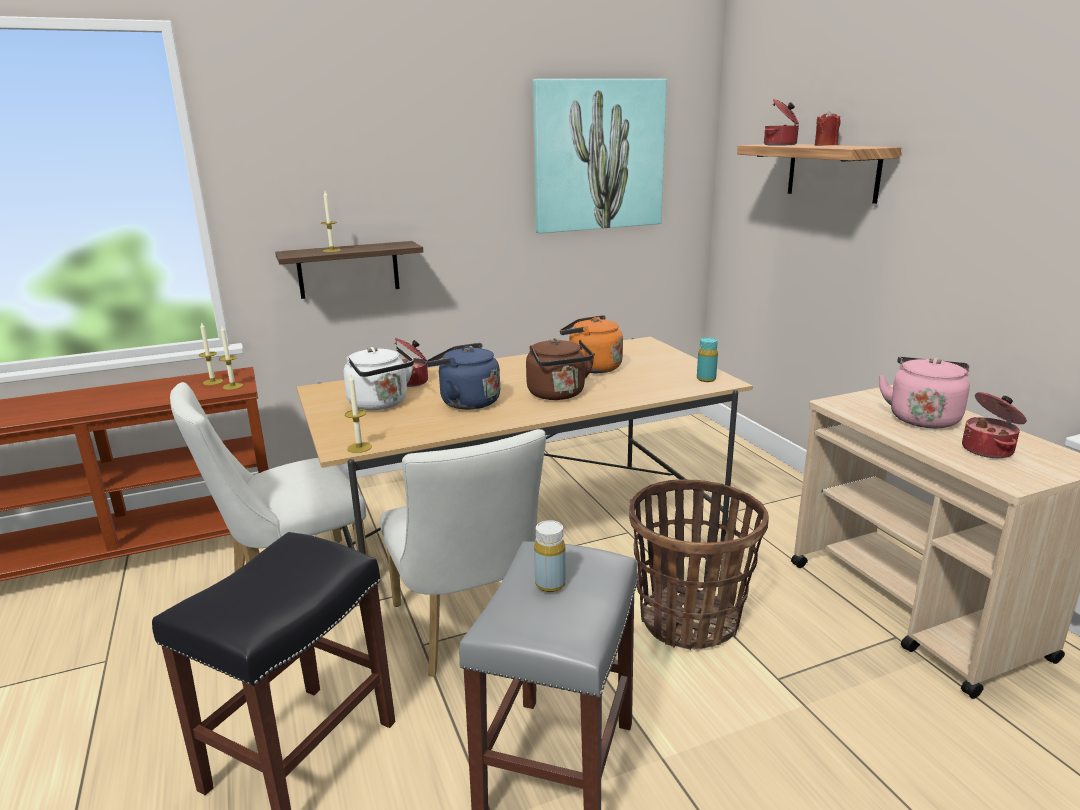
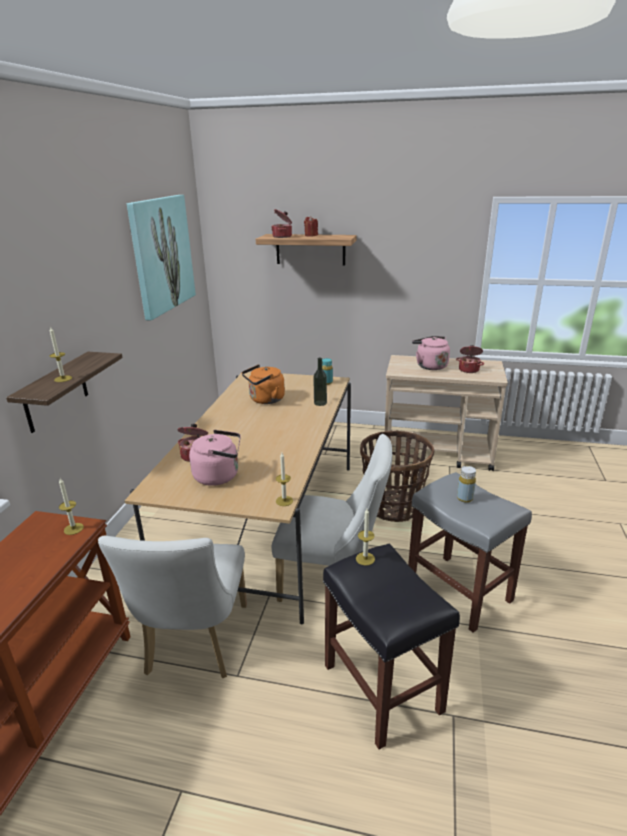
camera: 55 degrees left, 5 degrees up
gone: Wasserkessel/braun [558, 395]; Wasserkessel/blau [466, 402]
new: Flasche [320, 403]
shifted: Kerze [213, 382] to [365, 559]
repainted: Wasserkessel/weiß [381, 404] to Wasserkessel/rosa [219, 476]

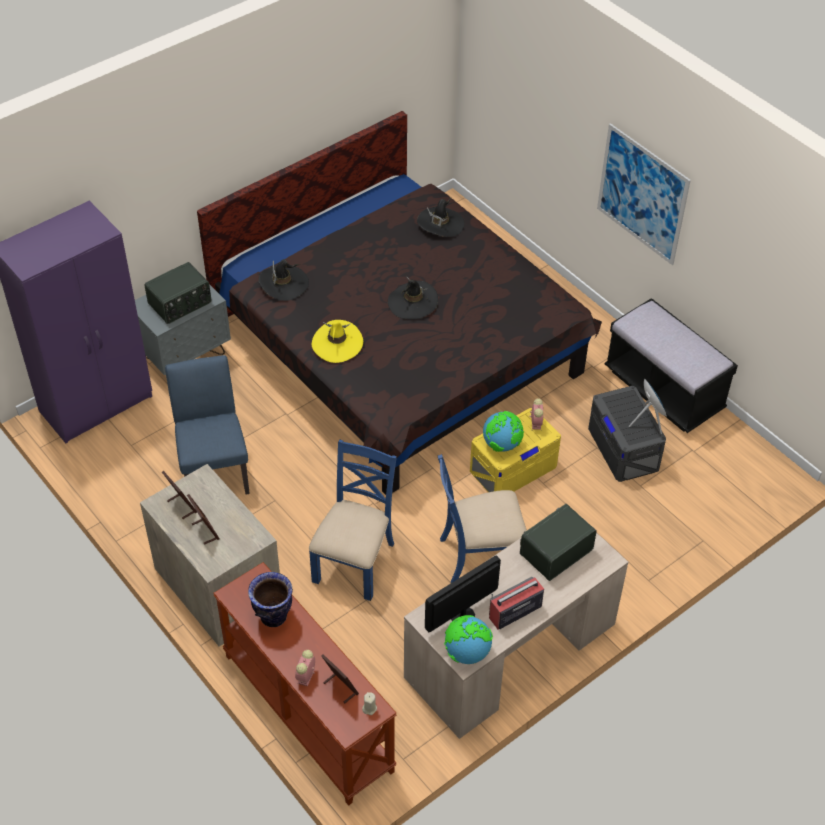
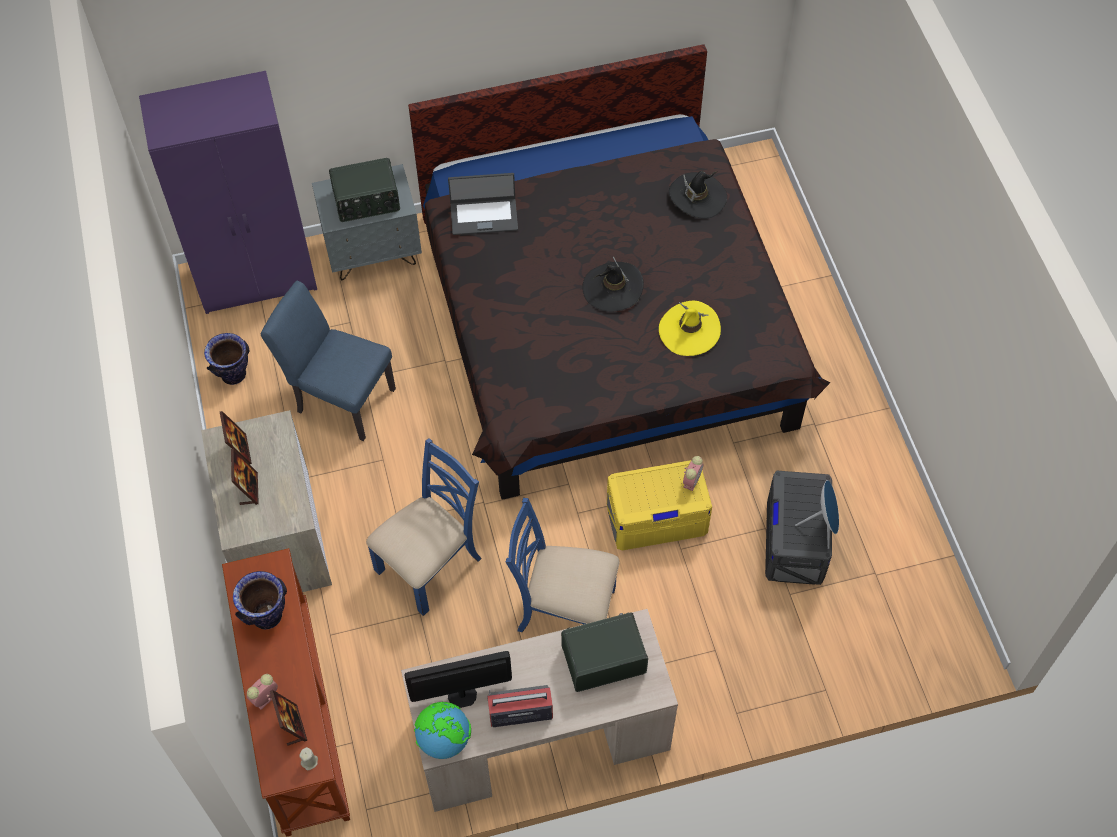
camera: 25 degrees right, 10 degrees up
gone: Bild [642, 194]; Bank/schwarz [663, 390]; Globus [502, 445]
new: Vase [233, 374]
shifted: Hut/gelb [337, 344] to [689, 330]
swapped: Hut/schwarz [284, 283] to Laptop [484, 216]
rotated: Stuhl/blau [214, 468] = [339, 398] 75 degrees counterclockwise

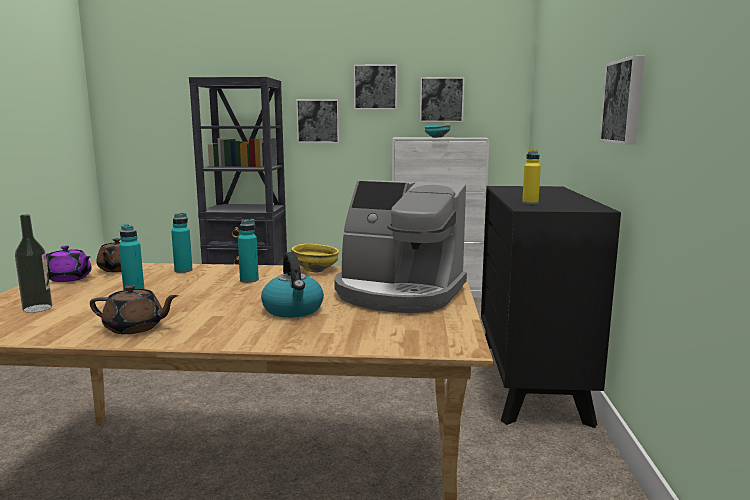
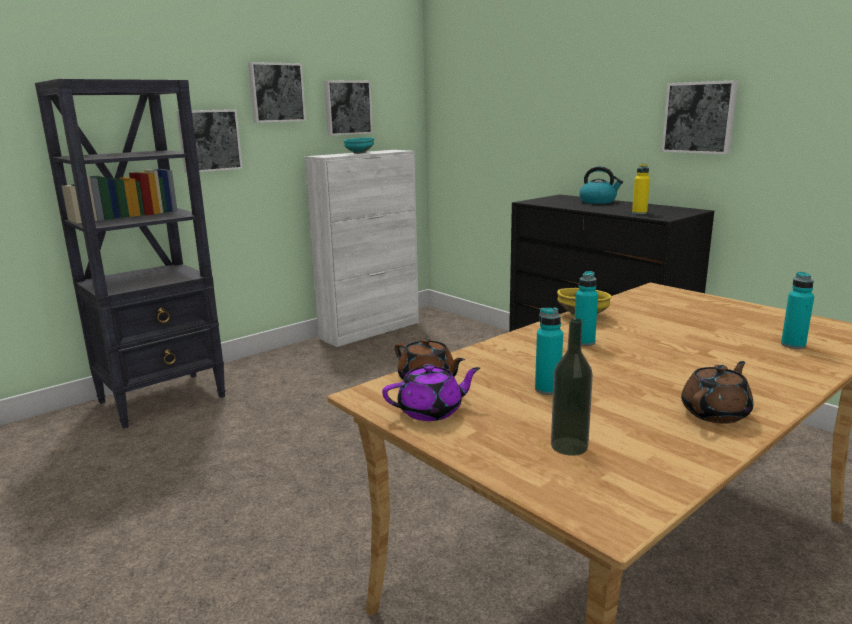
camera: 45 degrees left, 5 degrees up
gone: Kaffeemaschine [398, 293]
shifted: Flasche/türkis [183, 270] to [793, 345]; Wasserkessel [293, 310] to [598, 201]

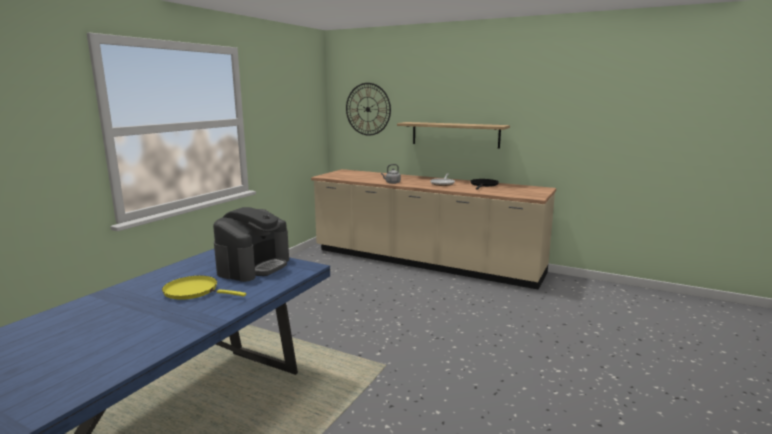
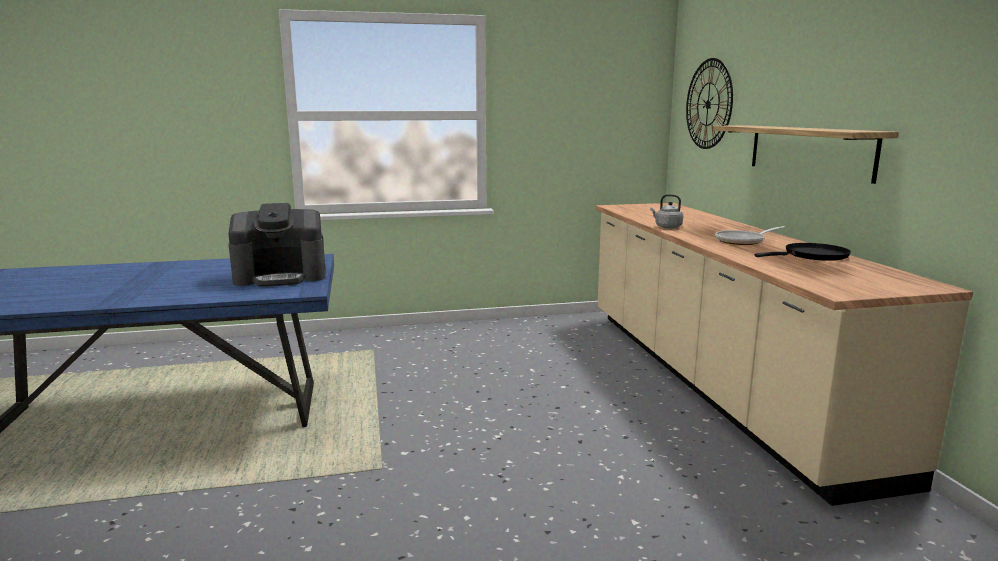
camera: 50 degrees right, 0 degrees up
gone: Pfanne/gelb [194, 291]

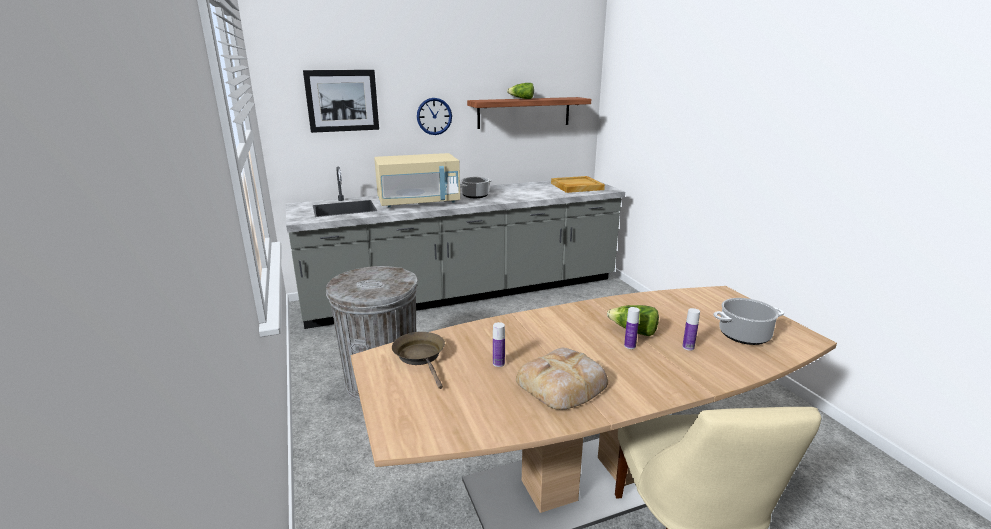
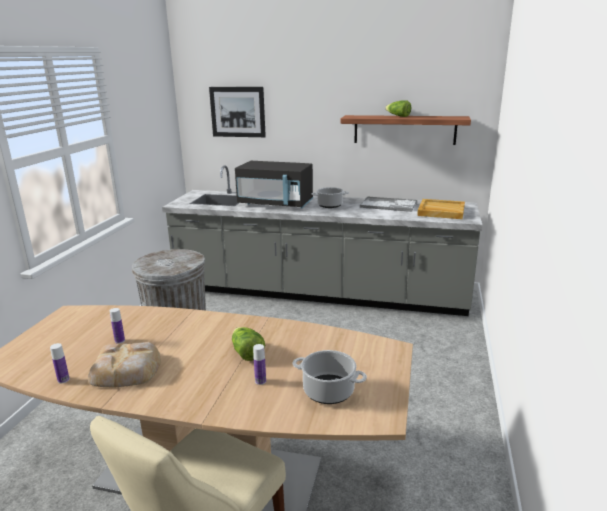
camera: 35 degrees right, 0 degrees up
gone: Wanduhr [434, 116]; Pfanne/braun [421, 357]
new: Tablett [389, 205]
shifted: Flasche [629, 346] to [63, 380]
repainted: Mikrowelle/beige [418, 202] to Mikrowelle/schwarz [276, 204]

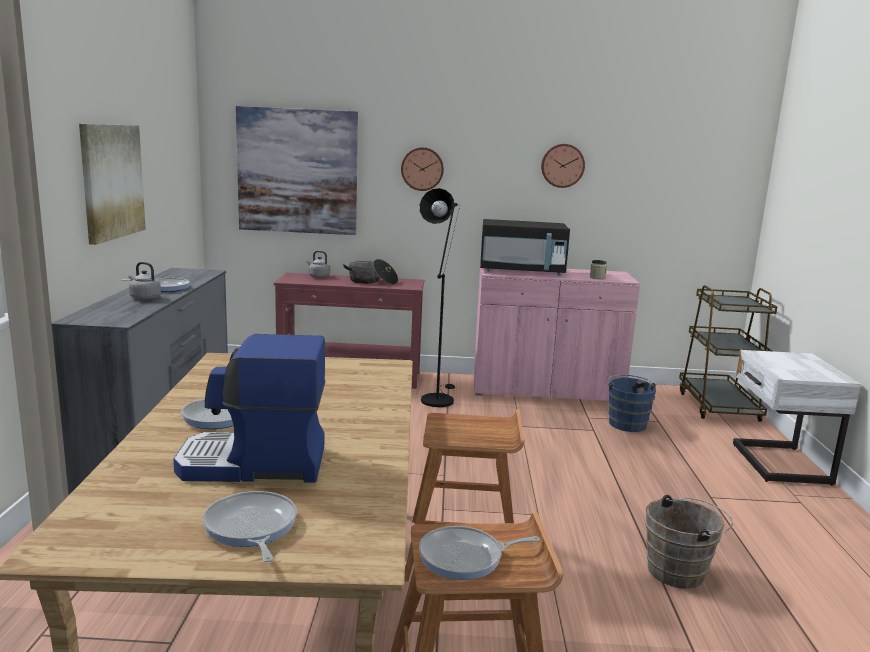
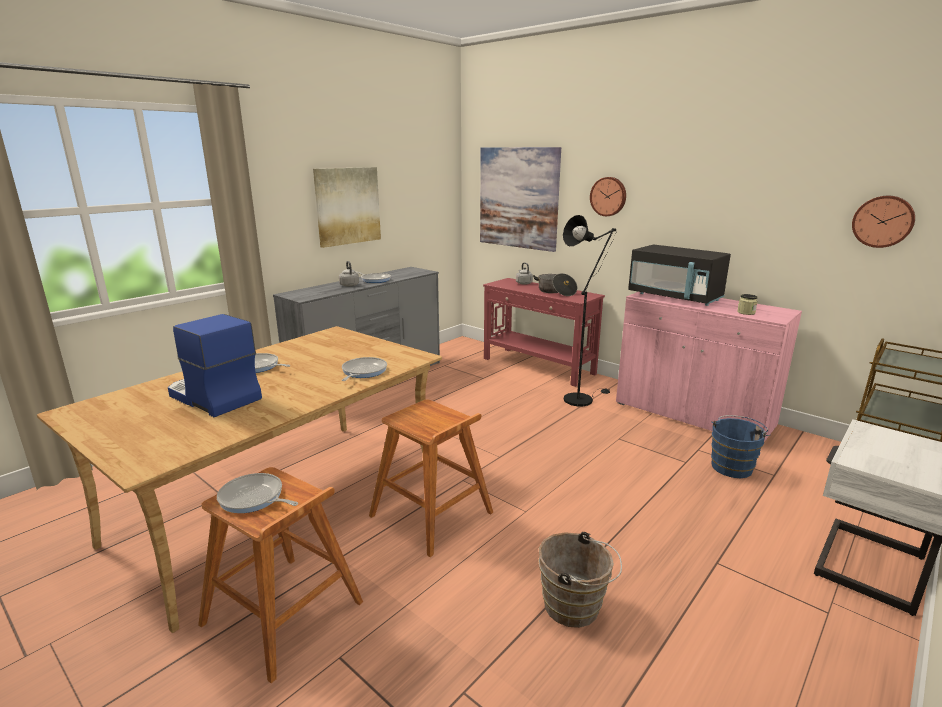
camera: 40 degrees right, 5 degrees up
shifted: Wanduhr [562, 165] to [883, 221]; Pfanne [251, 528] to [363, 372]

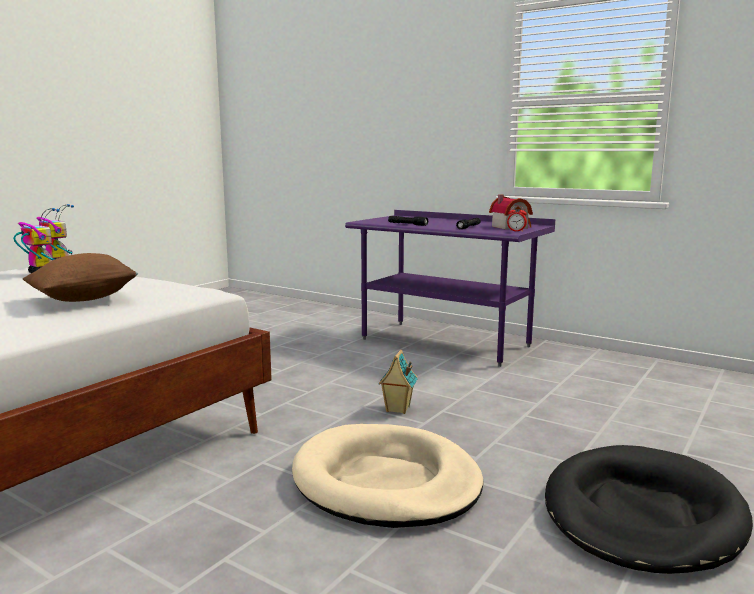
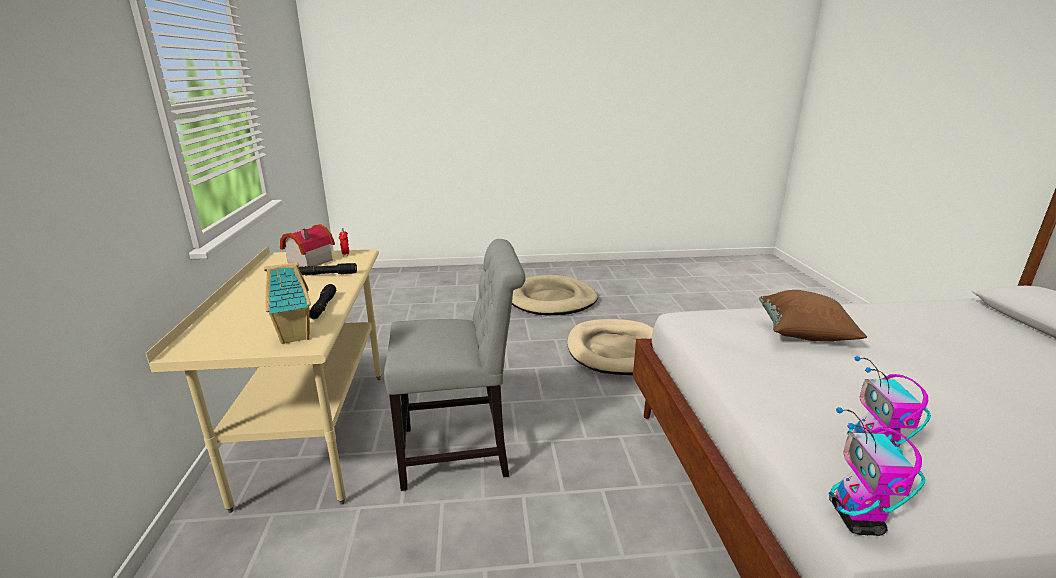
camera: 130 degrees left, 10 degrees up
new: Stuhl/grau [461, 452]
shifted: Spielzeughaus [397, 409] to [296, 336]
repainted: Schreibtisch/lila [445, 342] to Schreibtisch/beige [316, 433]; Hundebett/schwarz [642, 514] to Hundebett/beige [551, 300]

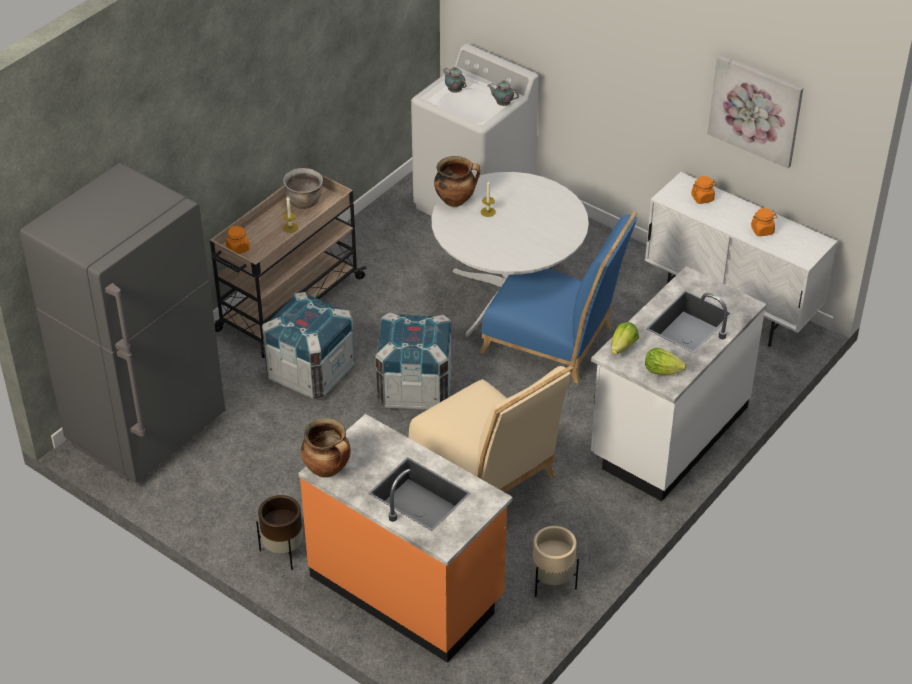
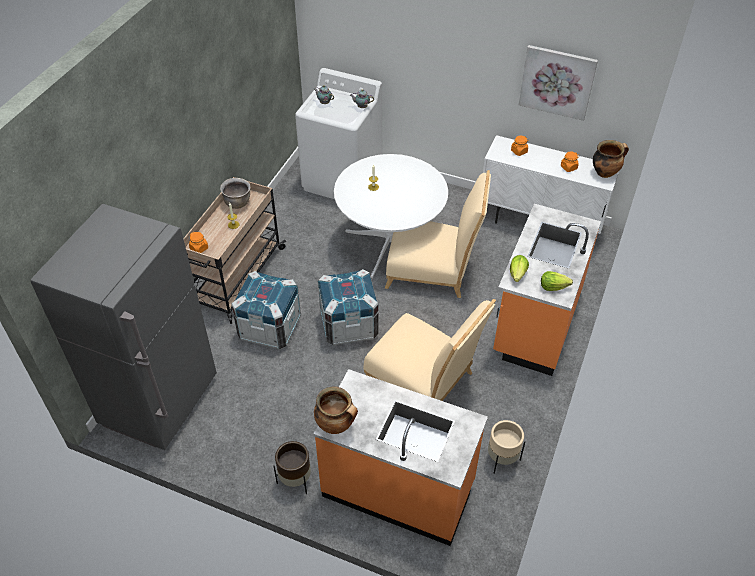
camera: 15 degrees left, 5 degrees up
shifted: Kochtopf [456, 200] to [605, 172]
repainted: Stuhl/blau [554, 342] to Stuhl/beige [433, 270]; Küchenzeile/weiß [668, 433] to Küchenzeile/orange [535, 322]

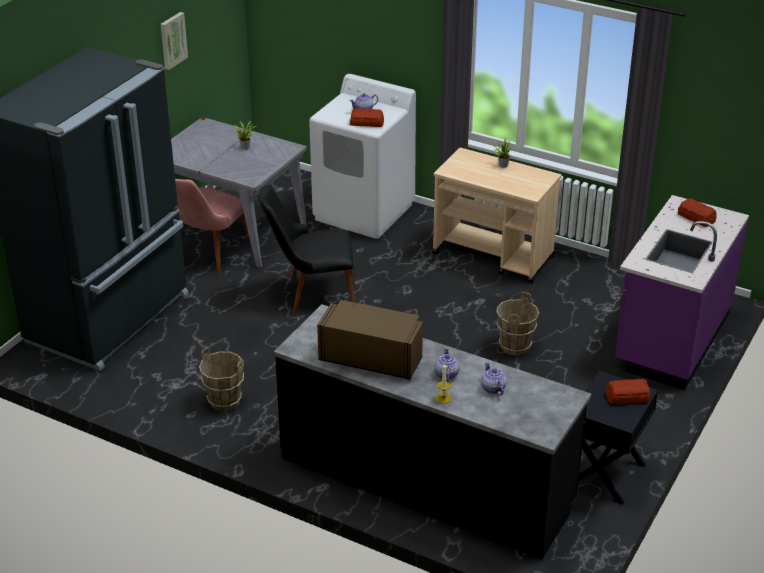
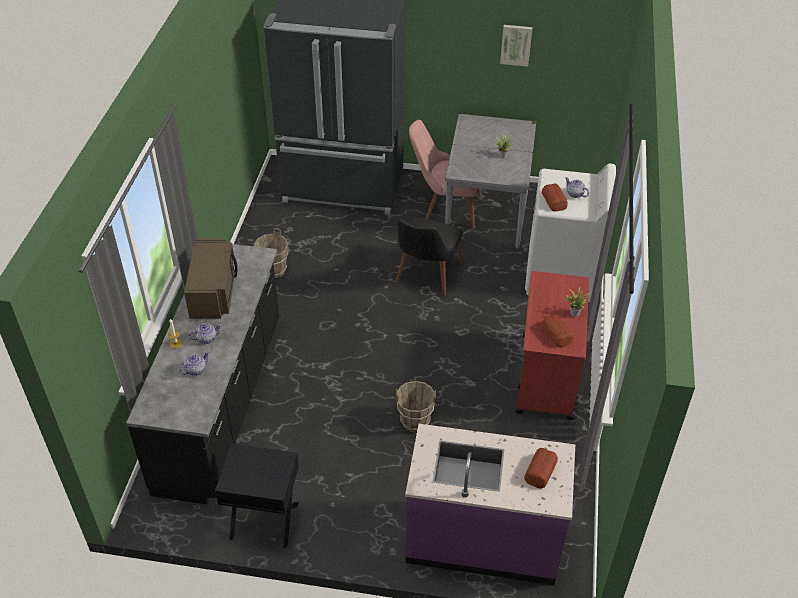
camera: 70 degrees right, 10 degrees up
shifted: Brot [627, 396] to [556, 334]
repainted: Rollwagen/beige [494, 255] to Rollwagen/rot [546, 377]
rotated: Stuhl/schwarz [311, 294] = [425, 278] 135 degrees counterclockwise

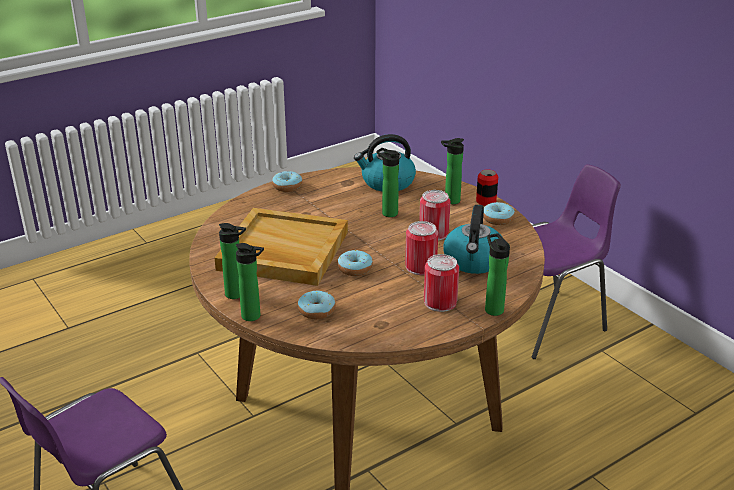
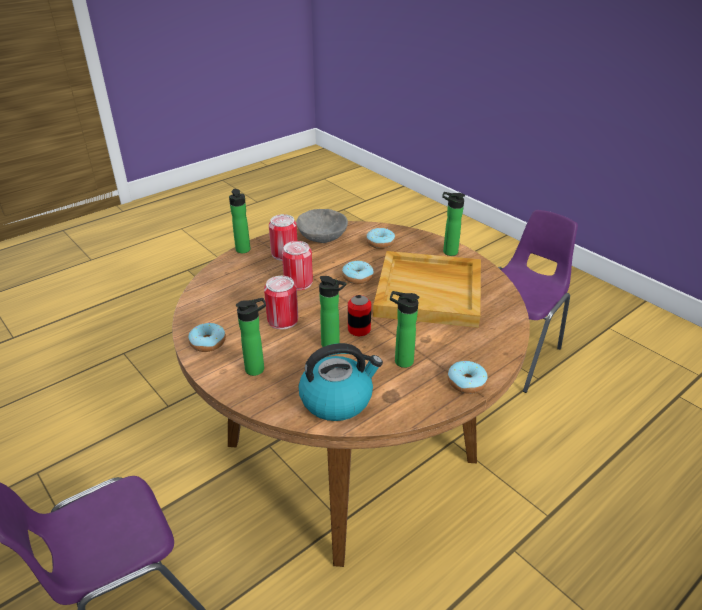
camera: 175 degrees right, 5 degrees up
gone: Wasserkessel [474, 261]
new: Schüssel/grau [322, 237]
shifted: Dose [486, 201] to [359, 329]; Flasche [254, 316] to [400, 361]

